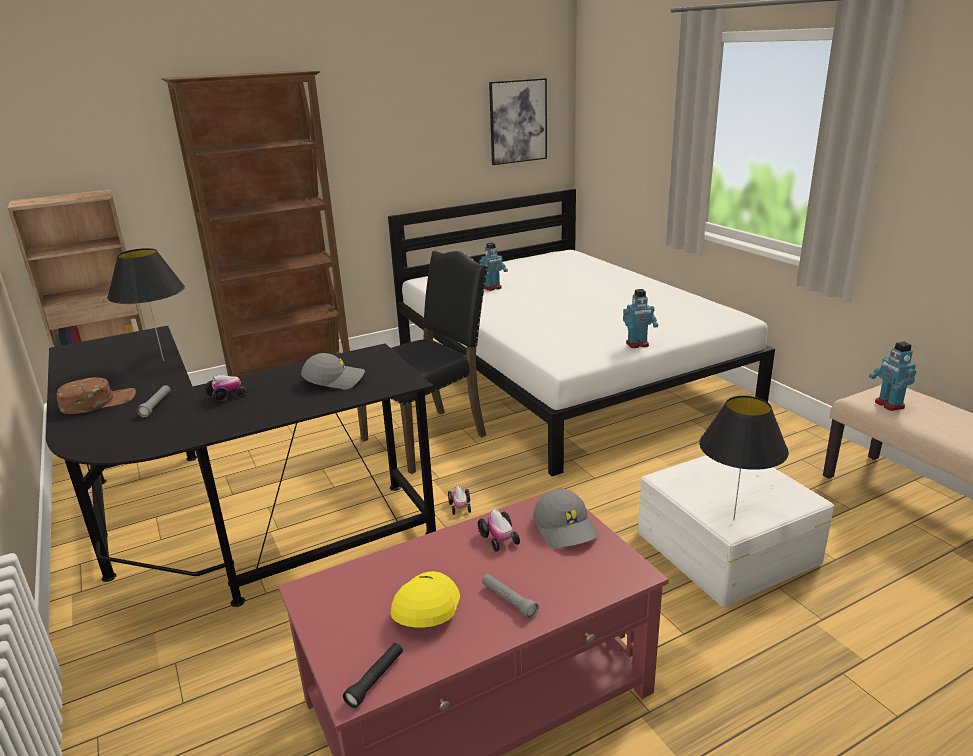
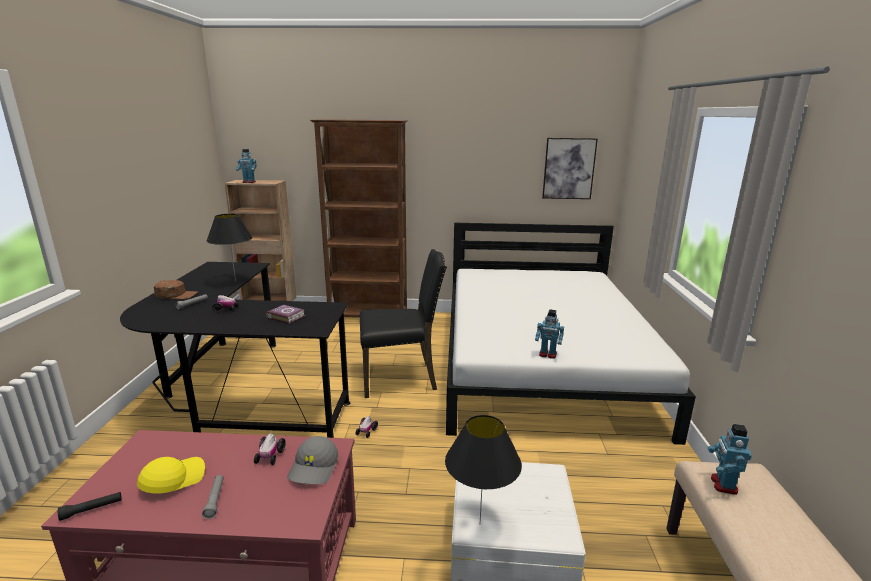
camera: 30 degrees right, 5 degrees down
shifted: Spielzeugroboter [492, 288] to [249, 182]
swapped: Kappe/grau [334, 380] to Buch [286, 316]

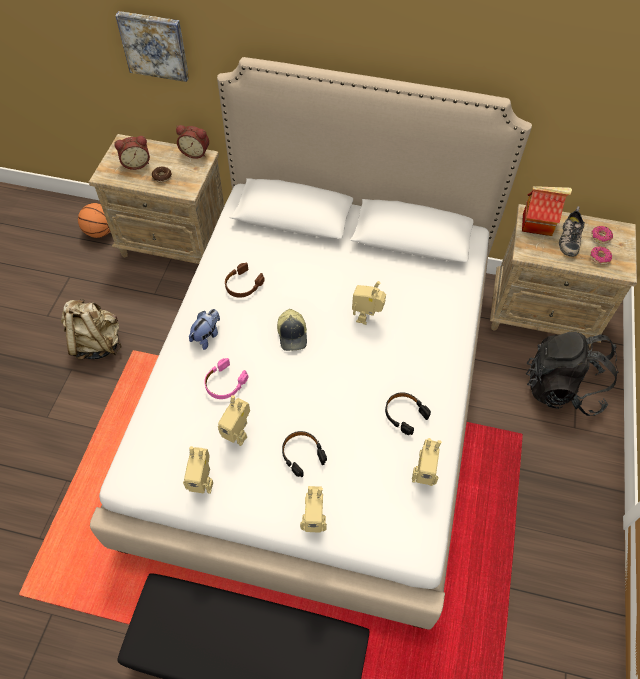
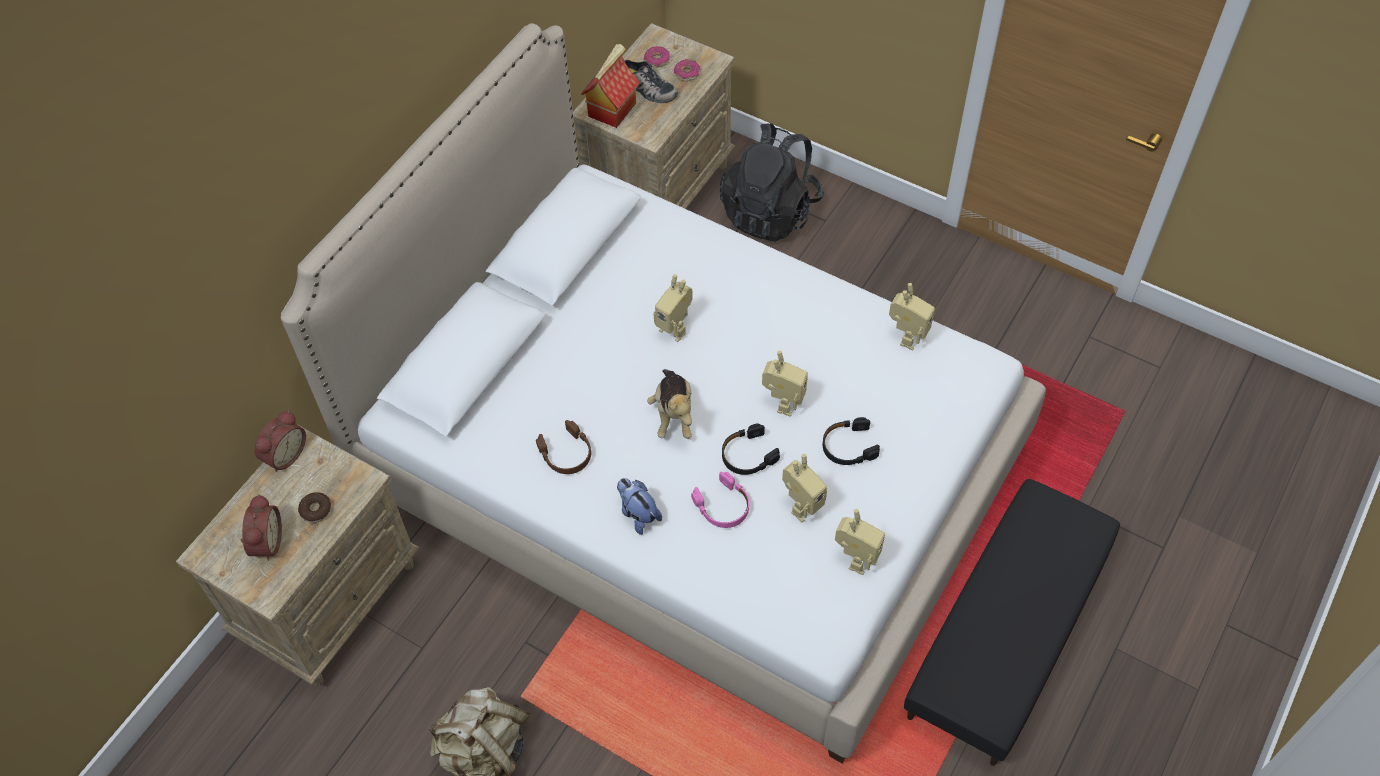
camera: 70 degrees left, 0 degrees up
gone: Bild [154, 45]; Basketball [100, 232]
shifted: Kopfhörer/schwarz [404, 414] to [747, 455]; Spielzeugroboter [314, 520] to [782, 403]
swapped: Kappe [293, 335] to Plüschtier [673, 414]

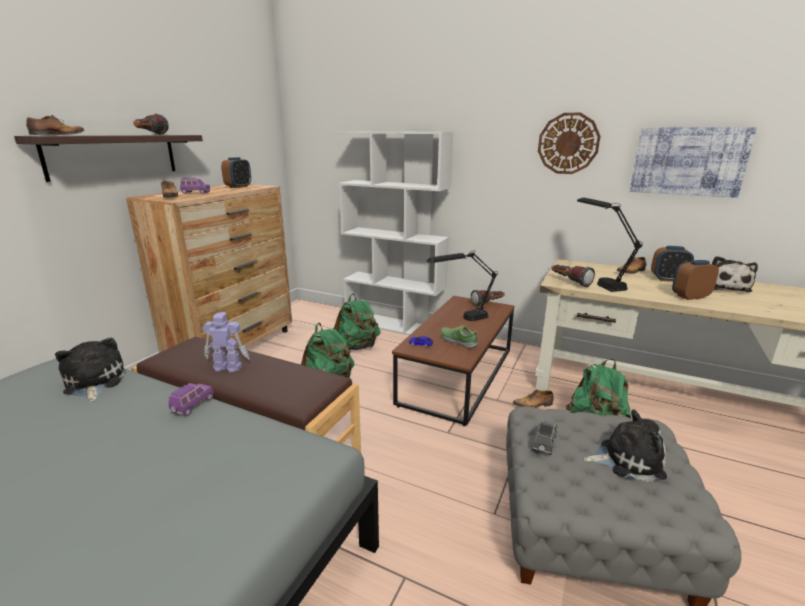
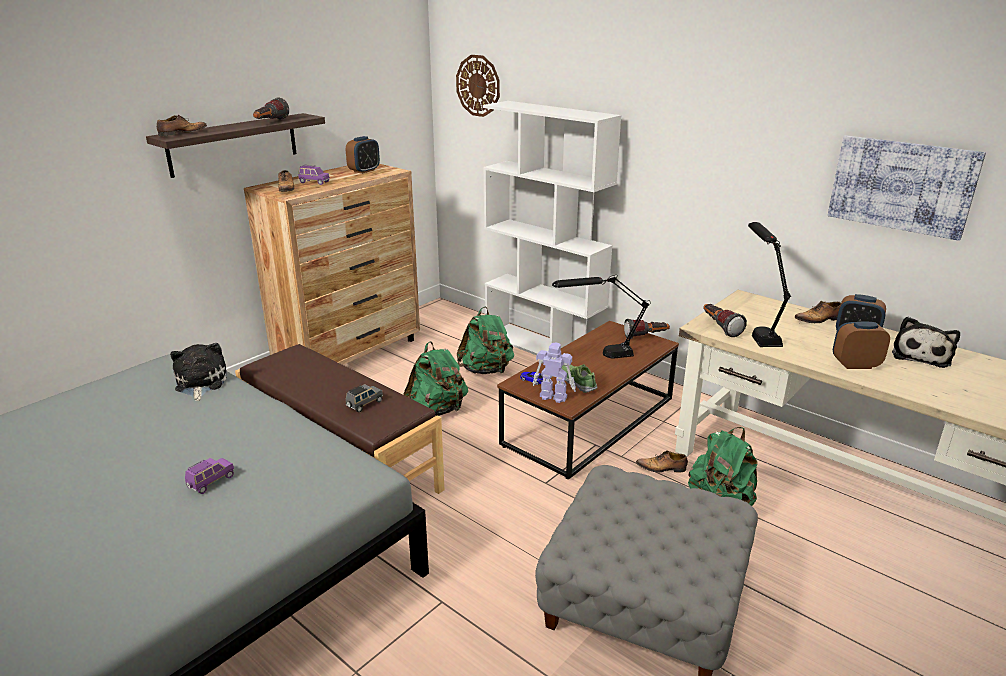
camera: 15 degrees right, 5 degrees up
gone: Plüschtier [626, 459]
shifted: Wanduhr [568, 143] to [478, 85]; Spielzeugroboter [227, 367] to [552, 396]; Spielzeugauto/lila [192, 406] to [211, 482]; Spielzeugauto/grau [544, 443] to [364, 404]

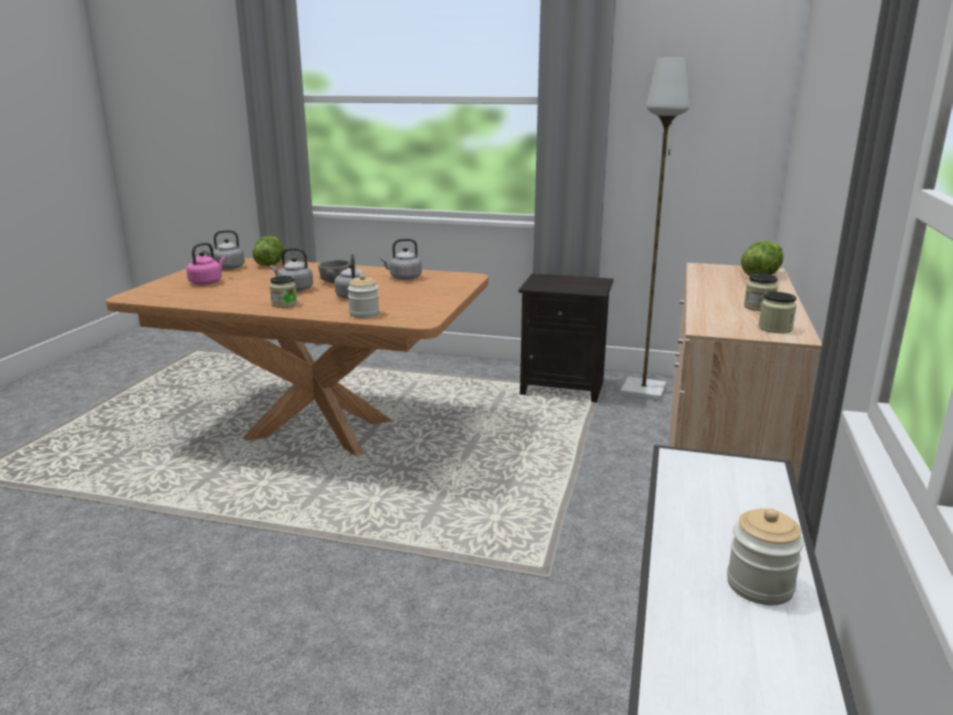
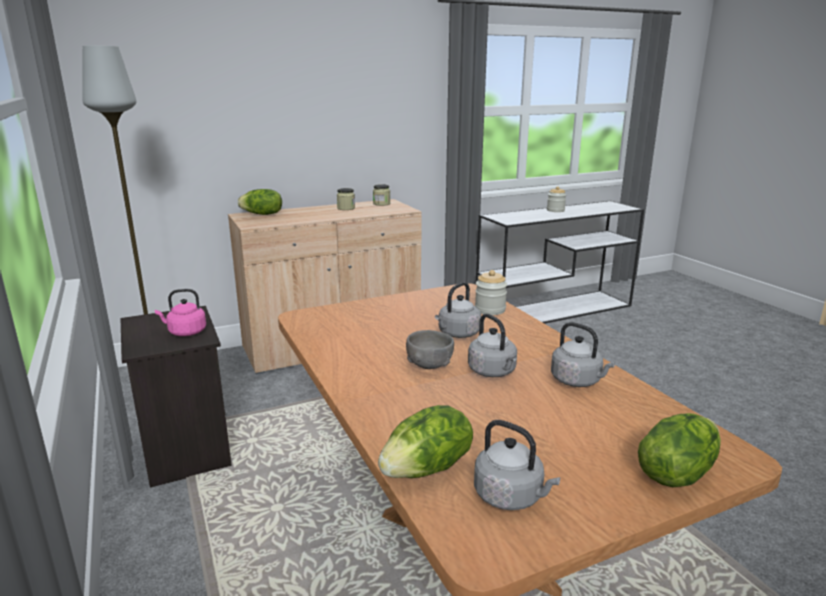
camera: 130 degrees left, 0 degrees up
gone: Vorratsglas [284, 304]
new: Salatkopf [675, 473]
shifted: Wasserkessel/grau [404, 278] to [578, 381]; Wasserkessel/rosa [207, 282] to [185, 332]

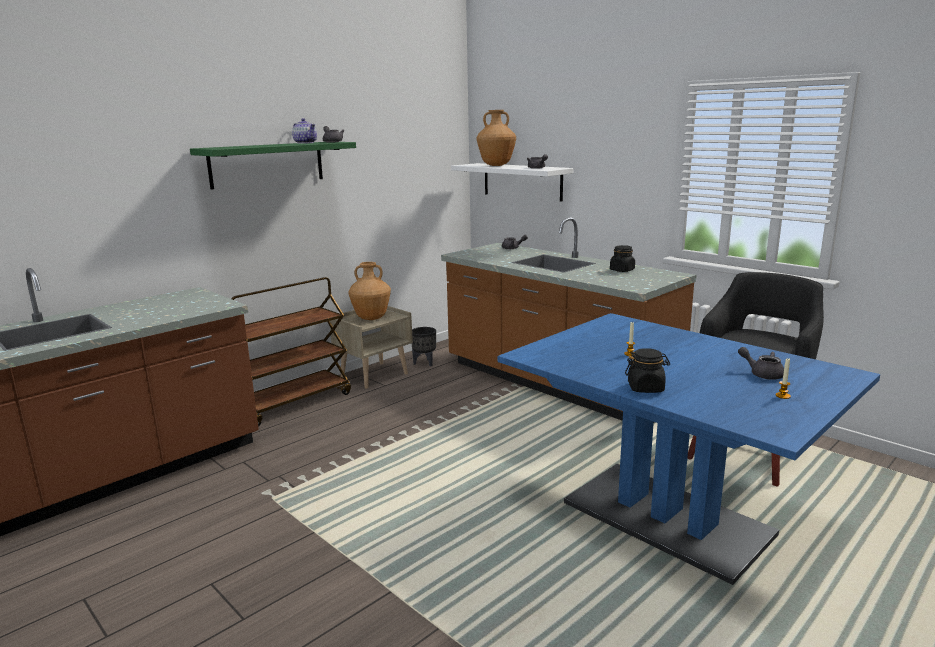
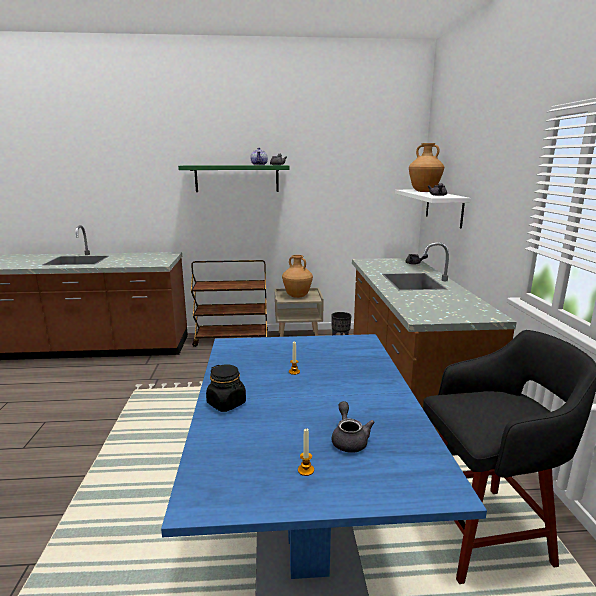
camera: 40 degrees right, 0 degrees up
gone: Vorratsglas/schwarz [622, 270]

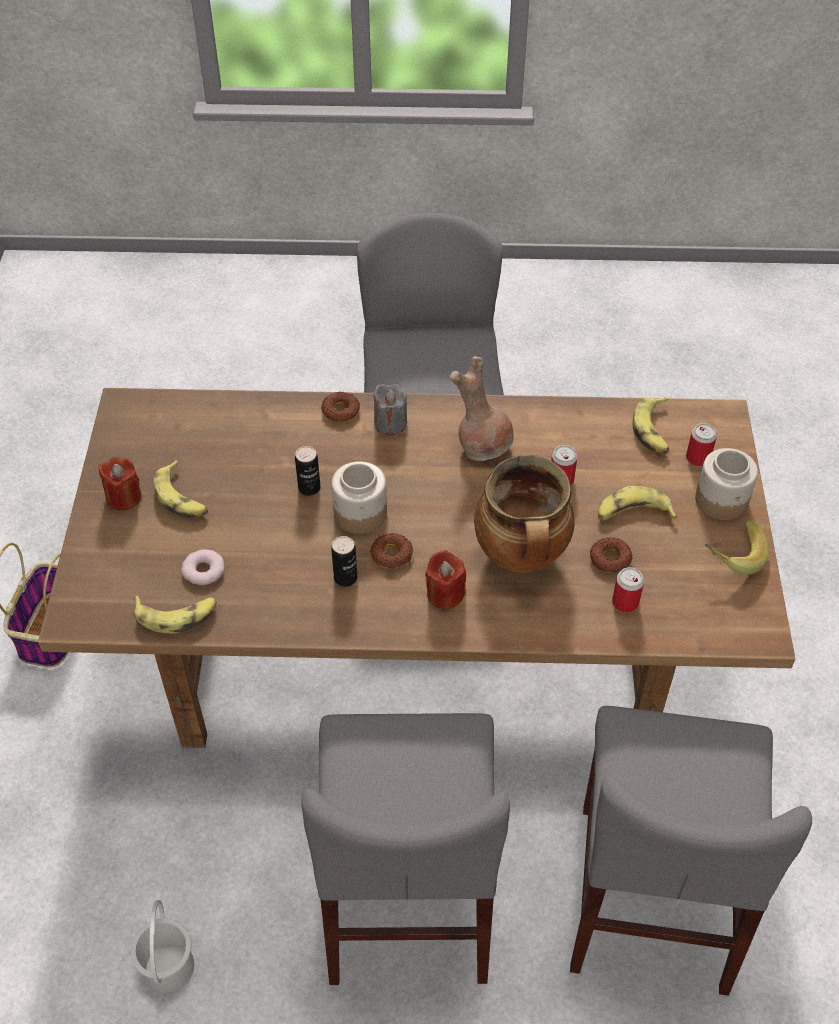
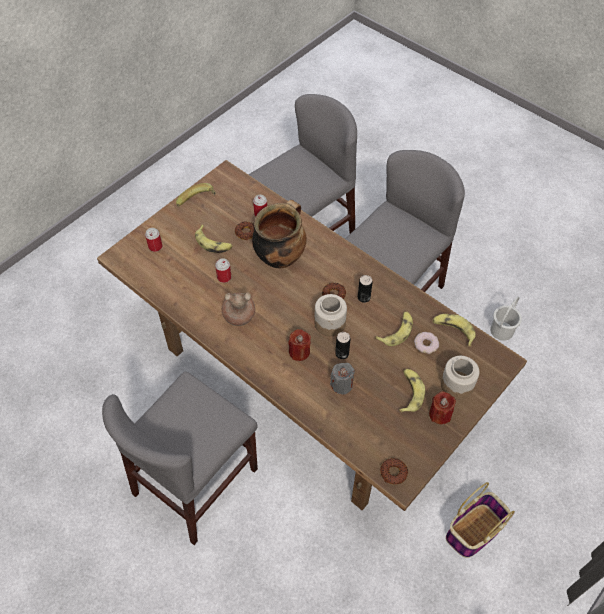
camera: 140 degrees left, 5 degrees up
shifted: Kerze/grau [390, 423] to [341, 384]; Donut [340, 410] to [393, 473]; Banane [653, 431] to [396, 331]; Vorratsglas [722, 500] to [456, 384]; Kerze/rot [445, 594] to [299, 352]

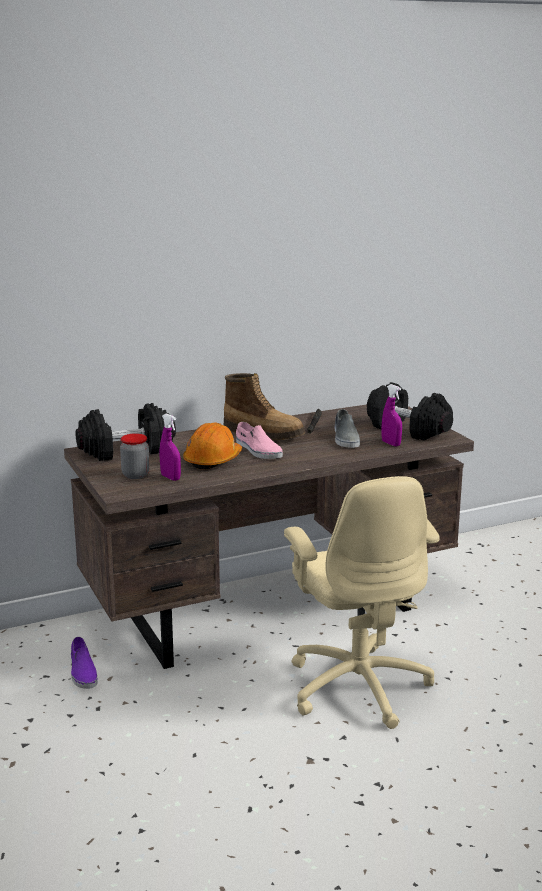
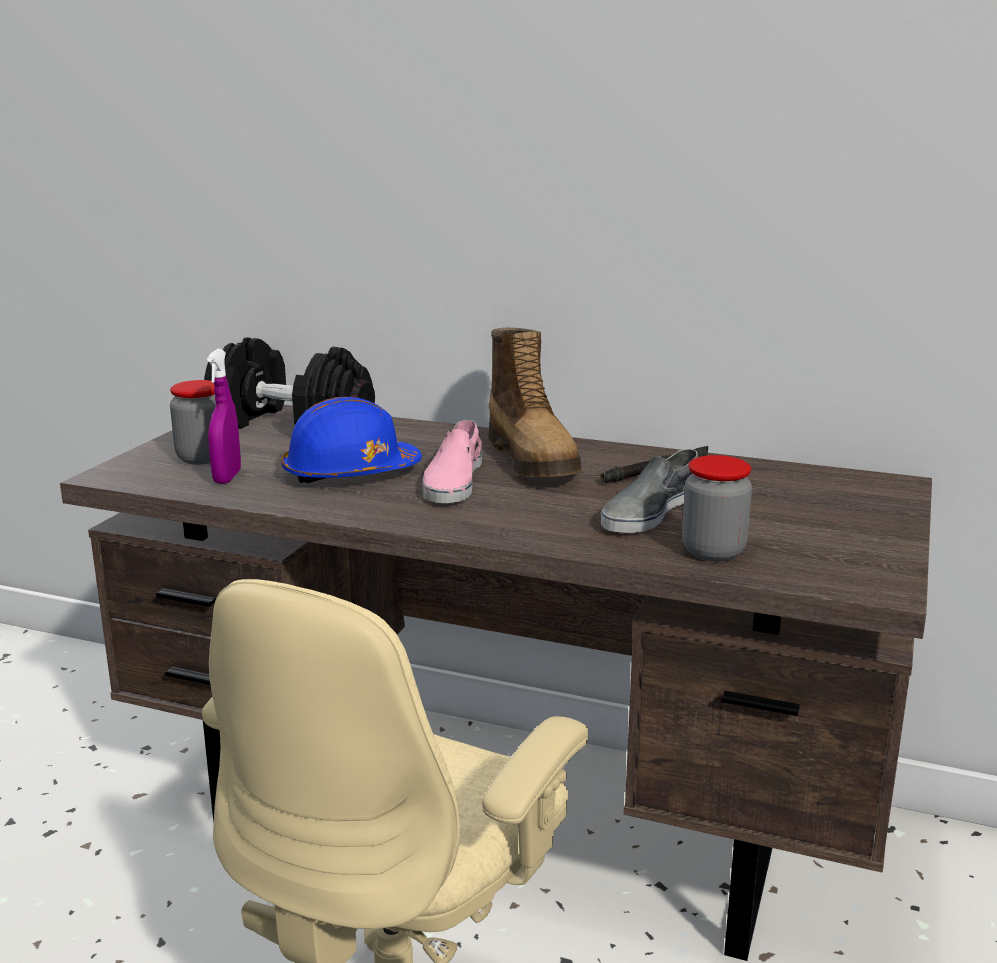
camera: 45 degrees right, 0 degrees up
gone: Hantel/schwarz [407, 429]; Schuh/lila [82, 672]
swapped: Sprühflasche/lila [391, 444] to Vorratsglas [713, 551]
repainted: Schutzhelm/orange [213, 460] to Schutzhelm/blau [350, 473]

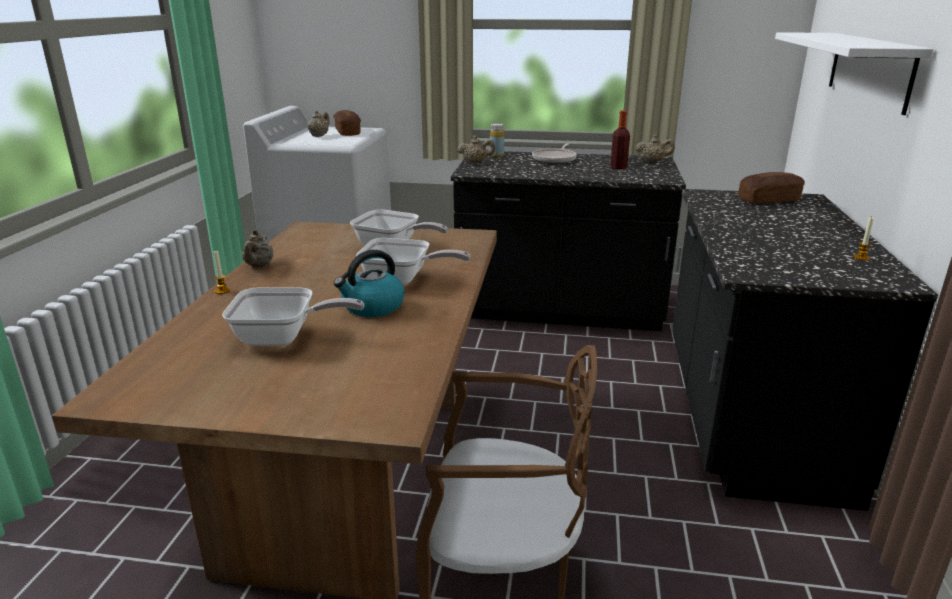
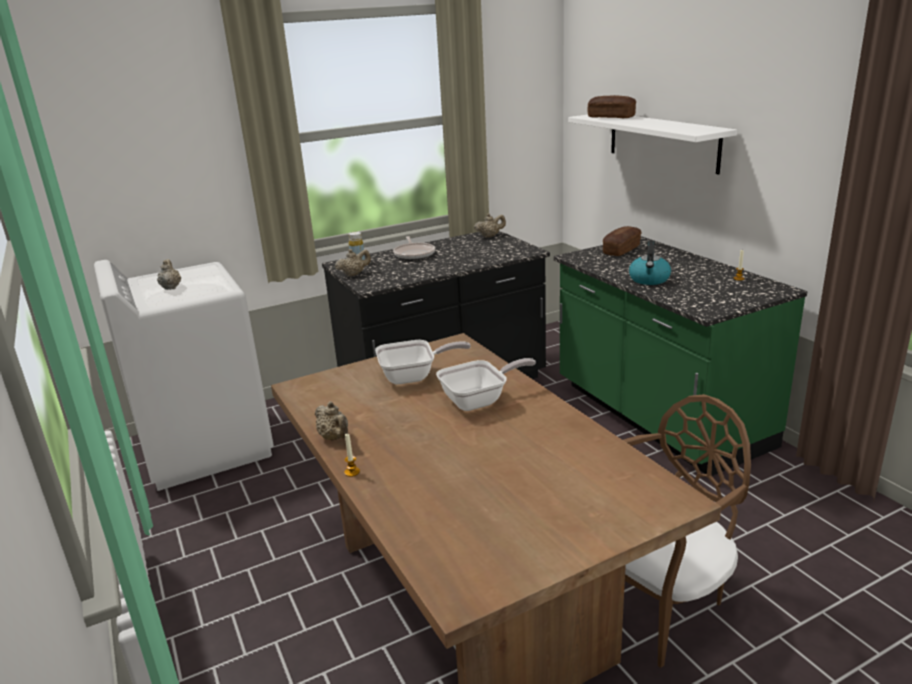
camera: 35 degrees left, 0 degrees up
gone: Flasche [618, 167]; Pfanne [283, 338]
shifted: Brot [347, 132] to [611, 117]; Wasserkessel [372, 307] to [649, 280]
repainted: Küchenzeile/schwarz [747, 415] to Küchenzeile/grün [659, 416]

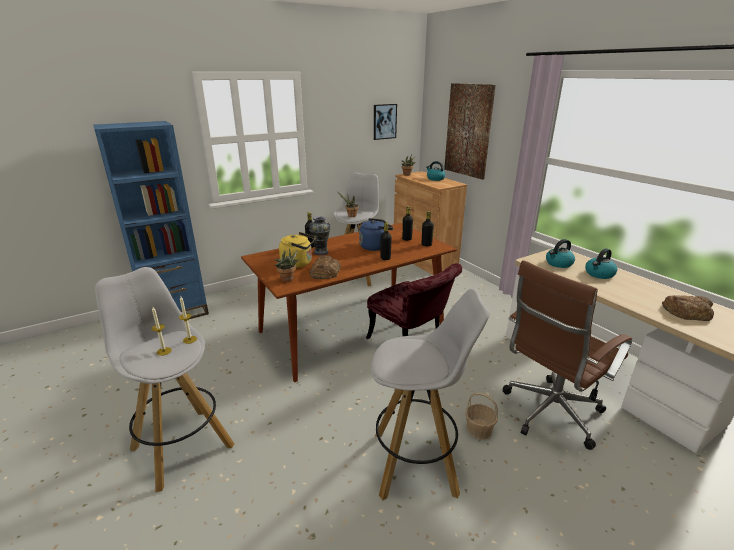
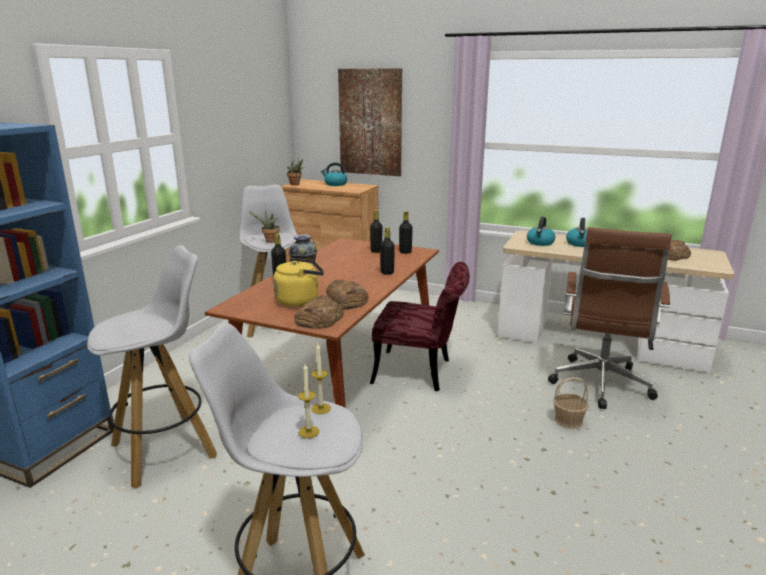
camera: 35 degrees left, 5 degrees down
gone: Bild [384, 121]; Wasserkessel/blau [375, 246]
shifted: Hocker/weiß [416, 463] to [166, 449]
swapped: Topfpflanze [288, 280] to Brot [319, 318]

